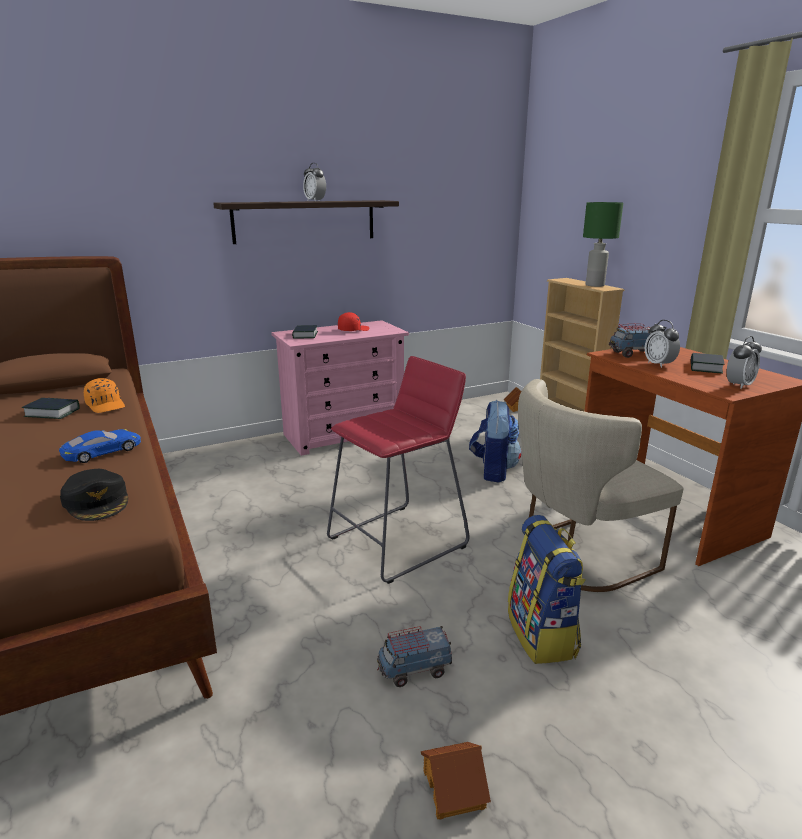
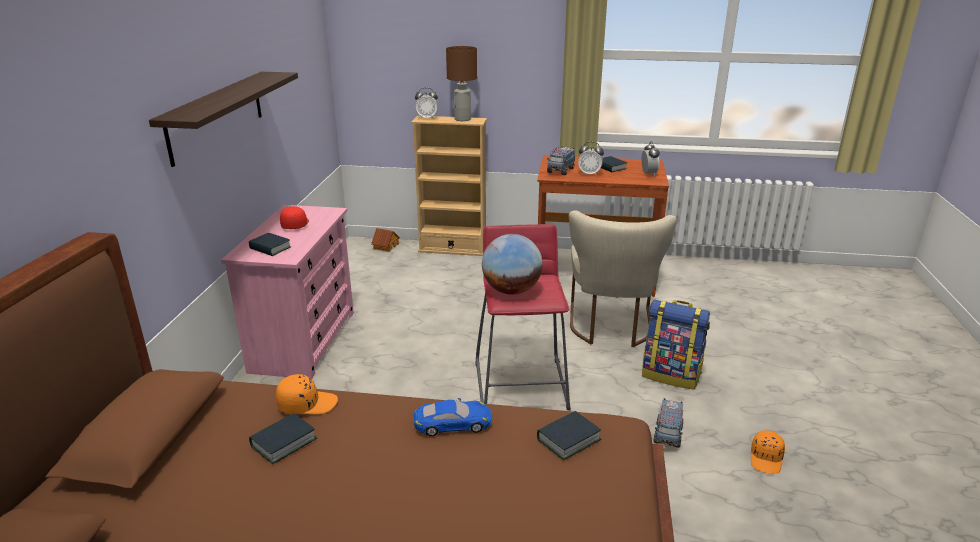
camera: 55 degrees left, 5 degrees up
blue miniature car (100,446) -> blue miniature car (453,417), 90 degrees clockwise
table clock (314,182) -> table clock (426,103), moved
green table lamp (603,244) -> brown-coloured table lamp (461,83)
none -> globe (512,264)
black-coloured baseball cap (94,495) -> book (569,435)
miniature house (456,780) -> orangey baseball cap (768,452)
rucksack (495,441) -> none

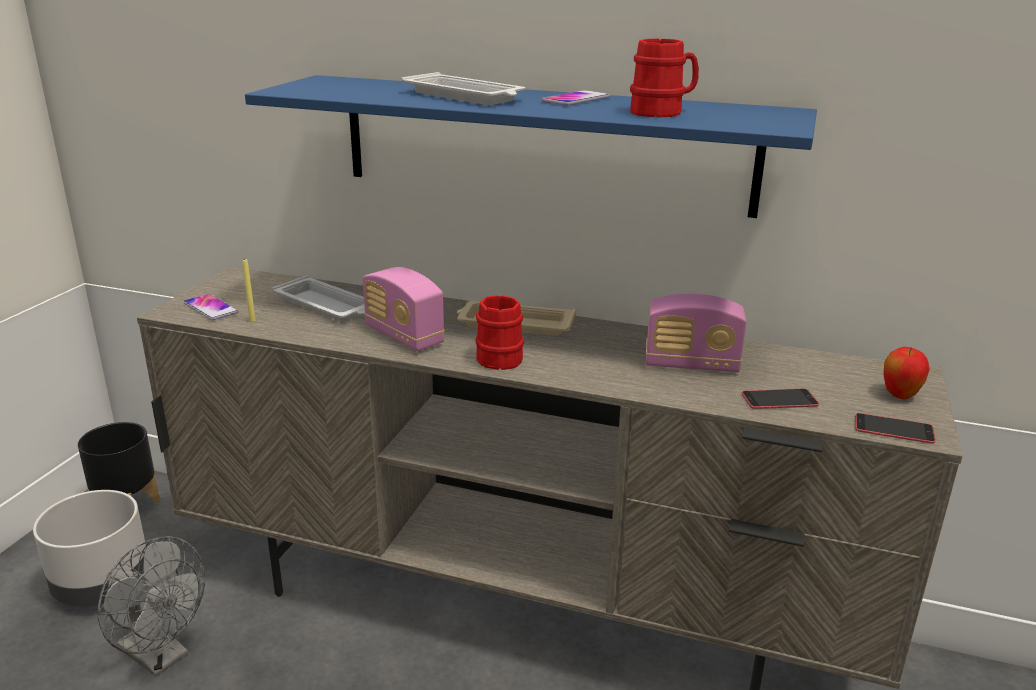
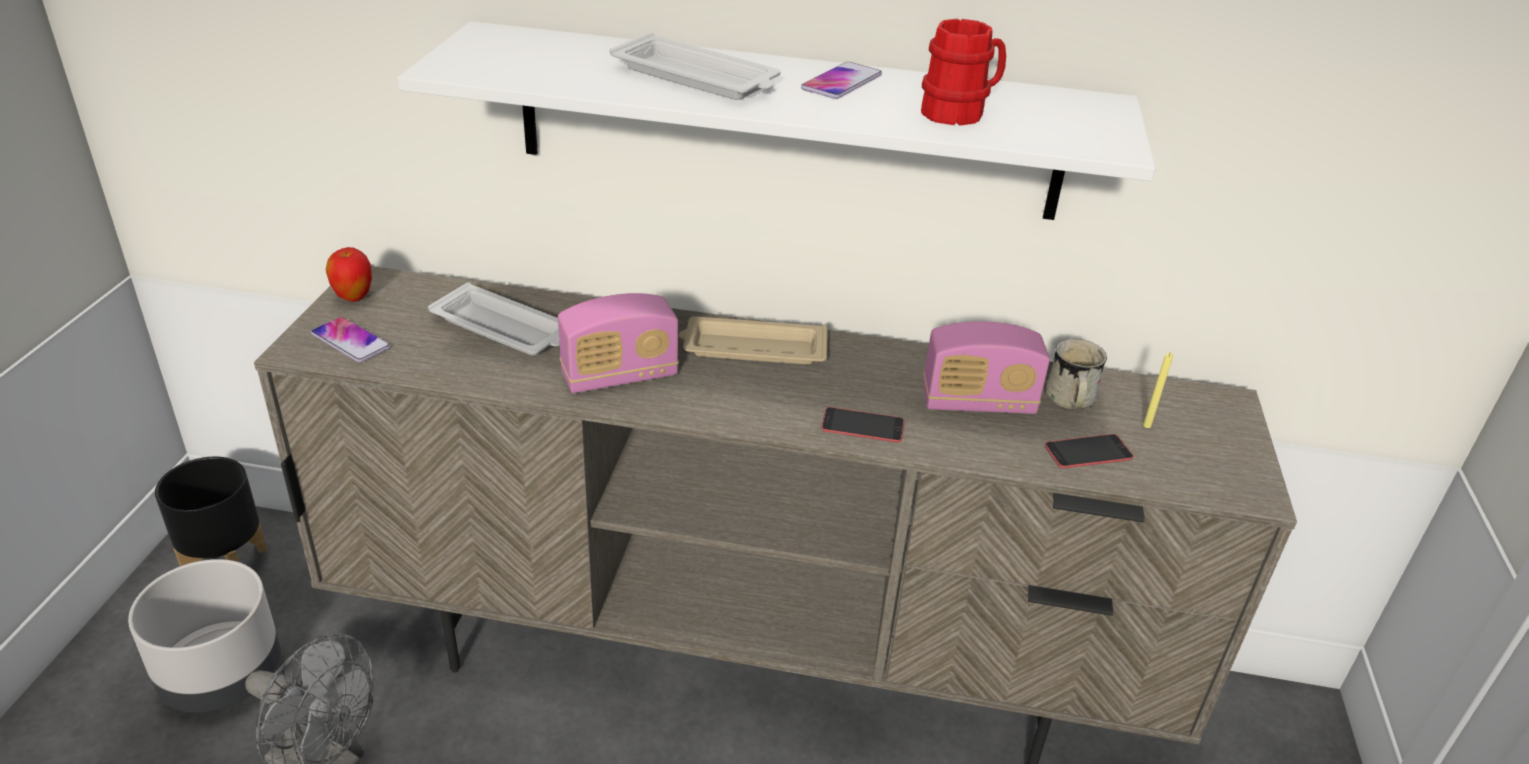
camera: 10 degrees left, 10 degrees up
whole apple (906,373) -> whole apple (349,274), moved
blue wall shelf (531,146) -> whitish wall shelf (776,120)
radio receiver (404,309) -> radio receiver (618,343), 60 degrees counterclockwise
handset (895,428) -> handset (862,424), moved
none -> whitish tea mug (1076,374)
yellow wax candle (249,290) -> yellow wax candle (1158,390), moved
reddish tea mug (499,332) -> none

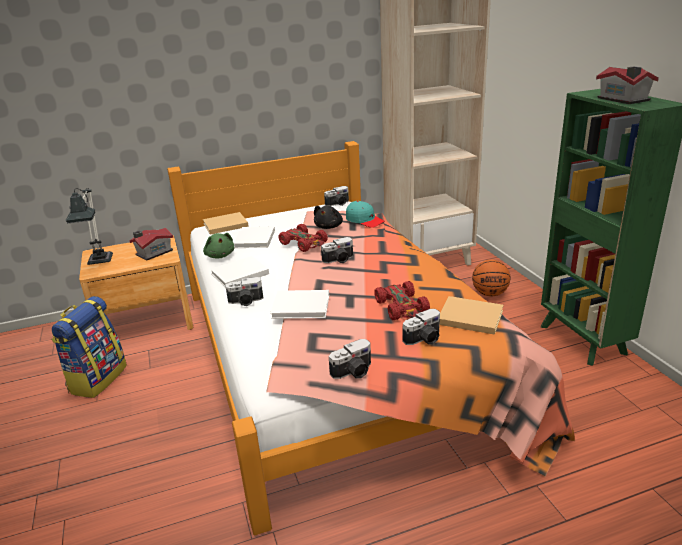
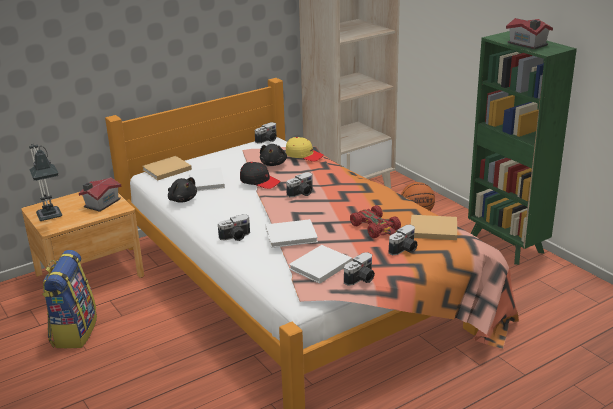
camera: 15 degrees left, 0 degrees up
green soft toy (218,245) -> black-coloured soft toy (182,190)
reddish miniature car (303,238) -> black-coloured baseball cap (260,175)
turquoise-coloured baseball cap (365,214) -> yellow baseball cap (305,149)
whitish book (239,272) -> whitish book (320,264), moved

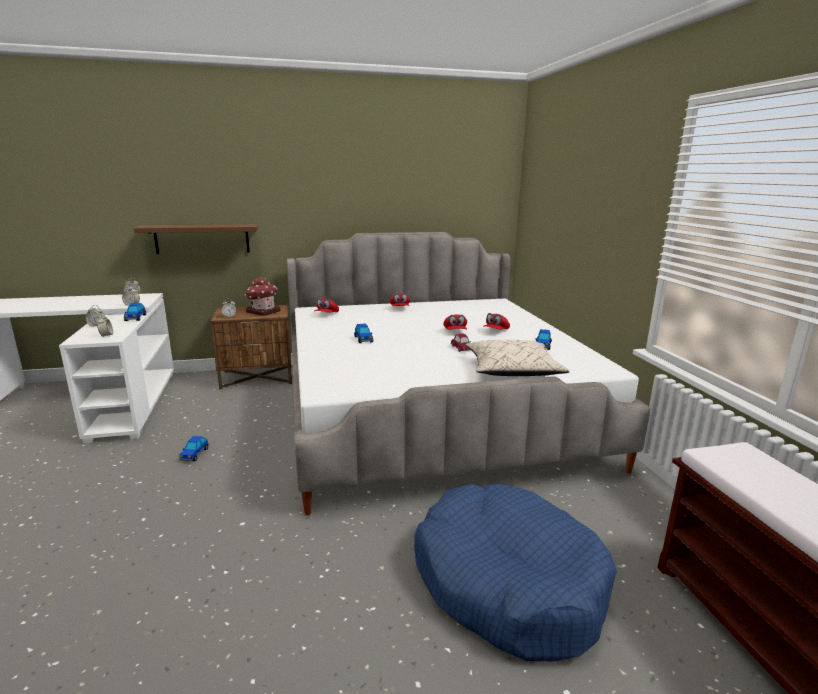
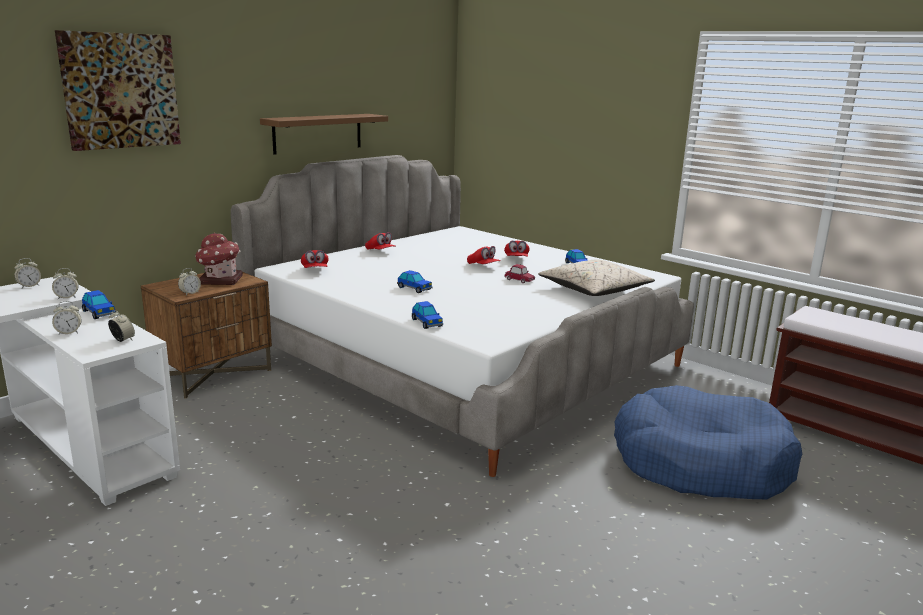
camera: 35 degrees left, 0 degrees up
none -> wall picture (118,90)
brown-coloured wall shelf (196,239) -> brown-coloured wall shelf (324,134), moved
miniature car (194,448) -> miniature car (427,315), moved

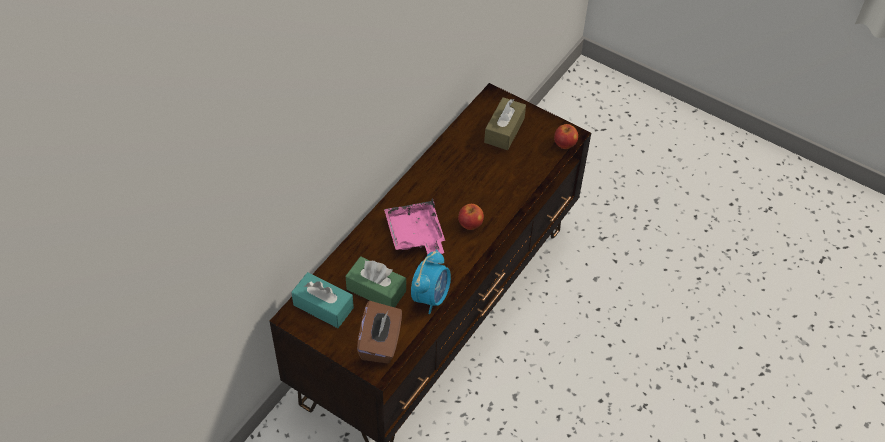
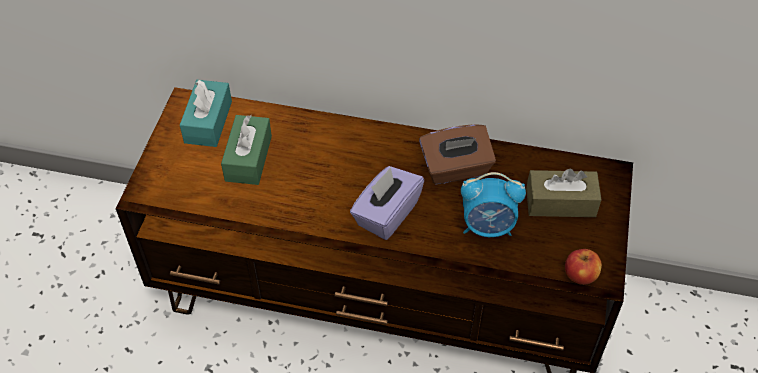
camera: 70 degrees right, 0 degrees up
whole apple (471,217) -> purple-coloured tissue holder (387,203)
brown-coloured tissue holder (379,332) -> brown-coloured tissue holder (457,154), moved
table clock (431,282) -> table clock (493,204), moved
pink tray (414,226) -> none

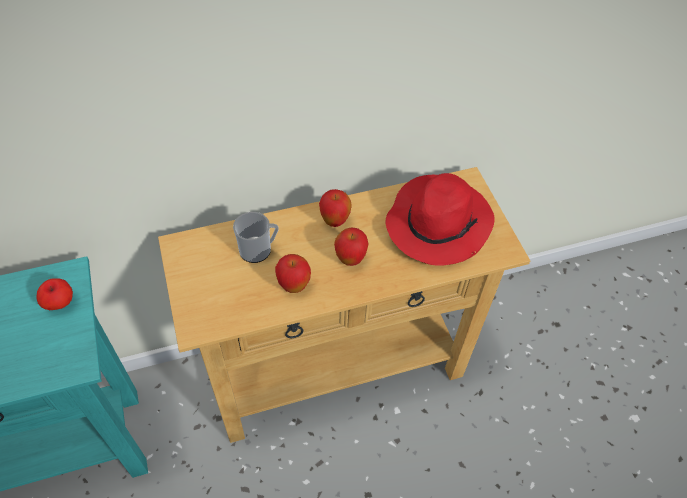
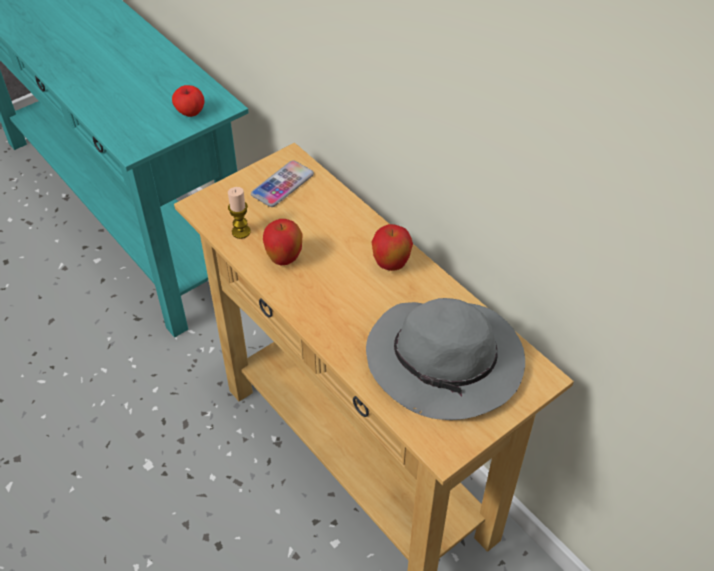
camera: 70 degrees right, 5 degrees down
none -> wax candle (239,213)
none -> handset (282,184)
reddish hat (440,219) -> gray hat (445,359)
tea mug (256,237) -> none
whole apple (351,247) -> none

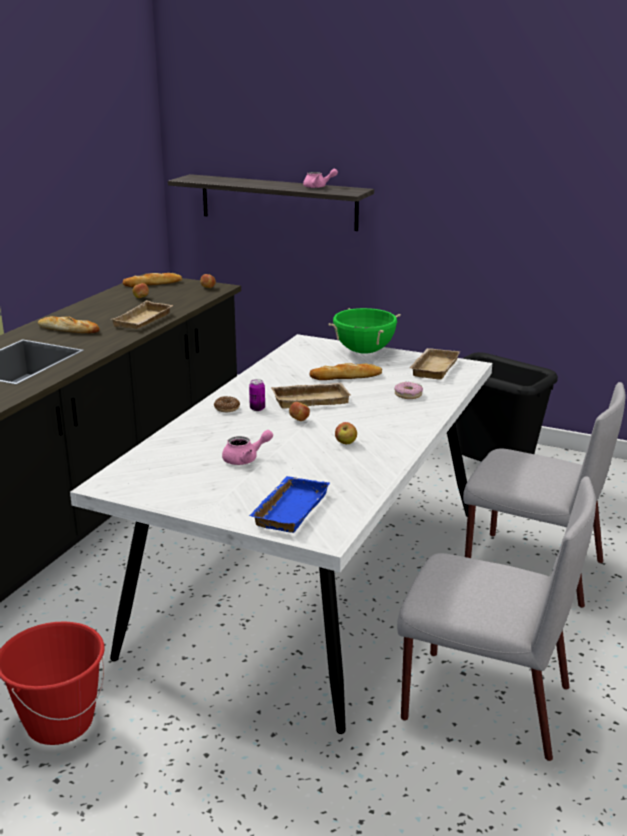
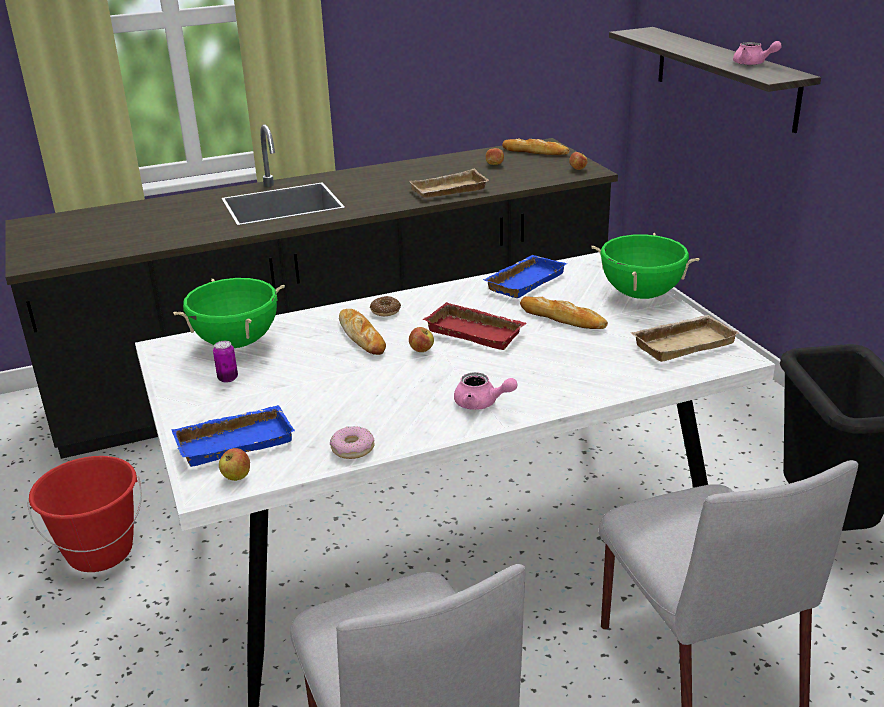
camera: 45 degrees right, 5 degrees up
none -> green stockpot (229,313)
sealed can (257,395) -> sealed can (225,362), moved
whole apple (346,433) -> whole apple (234,464), moved
doughnut (408,390) -> doughnut (352,442), moved
bakery bread (69,324) -> bakery bread (362,332), moved
sand-coloured tray (311,396) -> reddish tray (474,326)
pink teapot (247,447) -> pink teapot (485,391), moved
none -> blue tray (525,276)

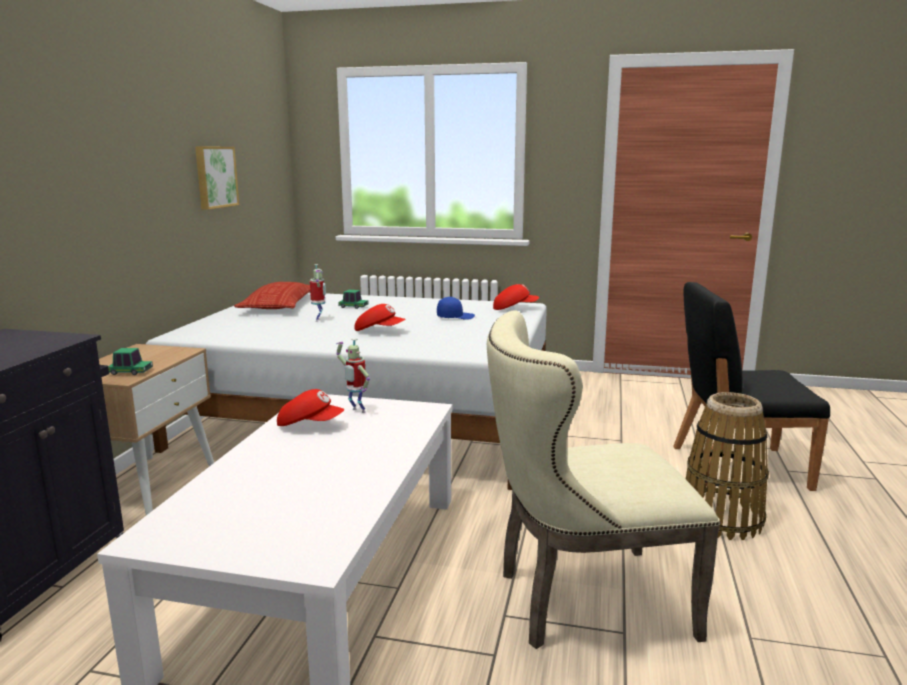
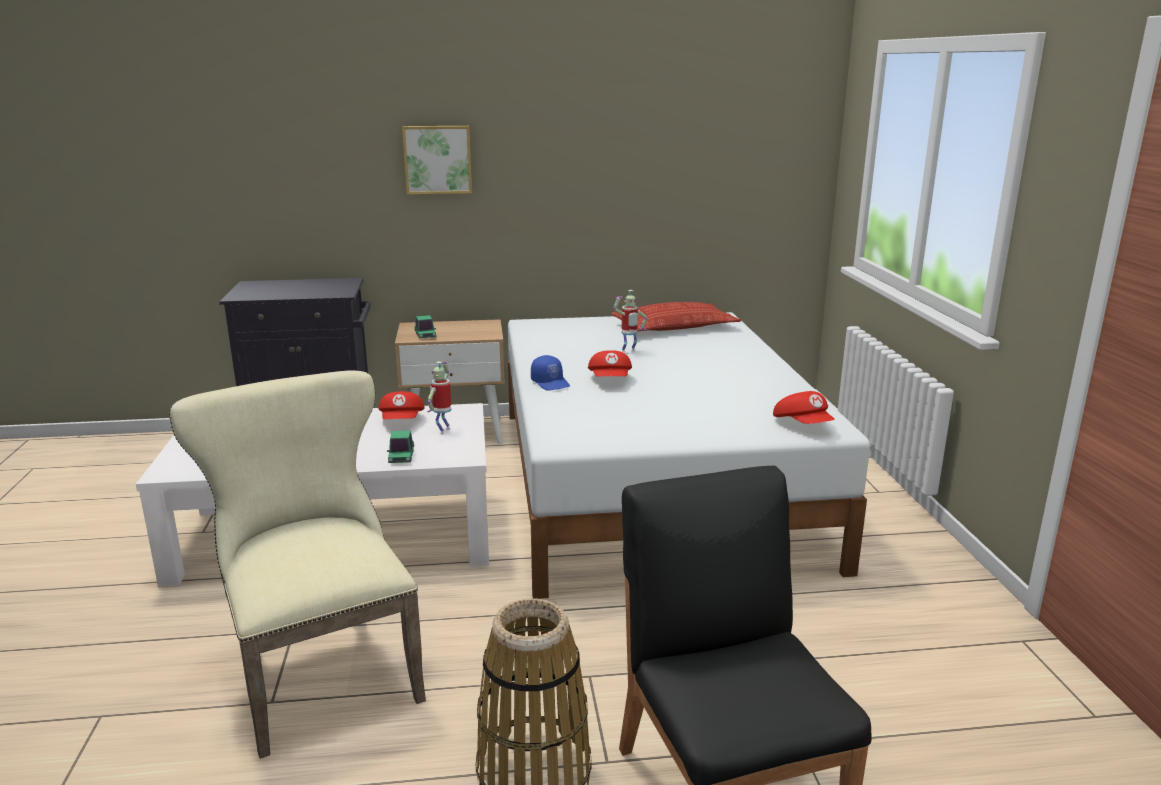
camera: 70 degrees right, 5 degrees up
miniature car (353,299) -> miniature car (400,446), moved
wall picture (217,178) -> wall picture (437,160), moved
blue baseball cap (456,308) -> blue baseball cap (550,373), moved

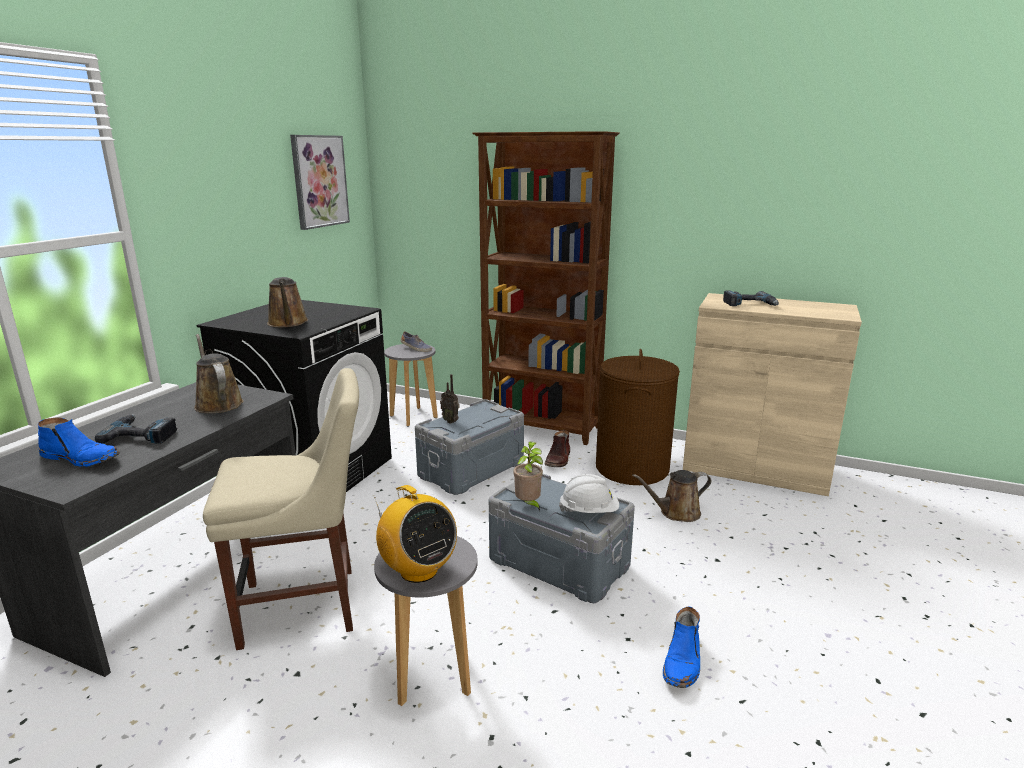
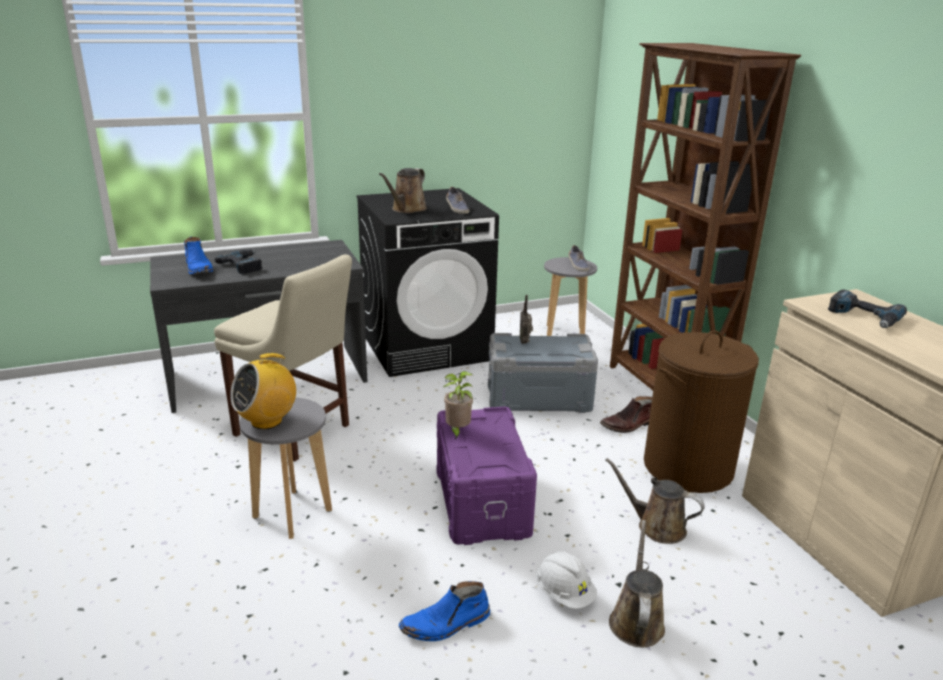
camera: 45 degrees right, 5 degrees up
radio receiver (415,534) -> radio receiver (263,391), 45 degrees clockwise
gray storage bin (562,538) -> purple-coloured storage bin (487,476)
none -> item of footwear (457,200)
whitish safety helmet (589,493) -> whitish safety helmet (566,580), moved
brown-coloured sprinkling can (219,373) -> brown-coloured sprinkling can (637,583), moved
wall picture (320,182) -> none

